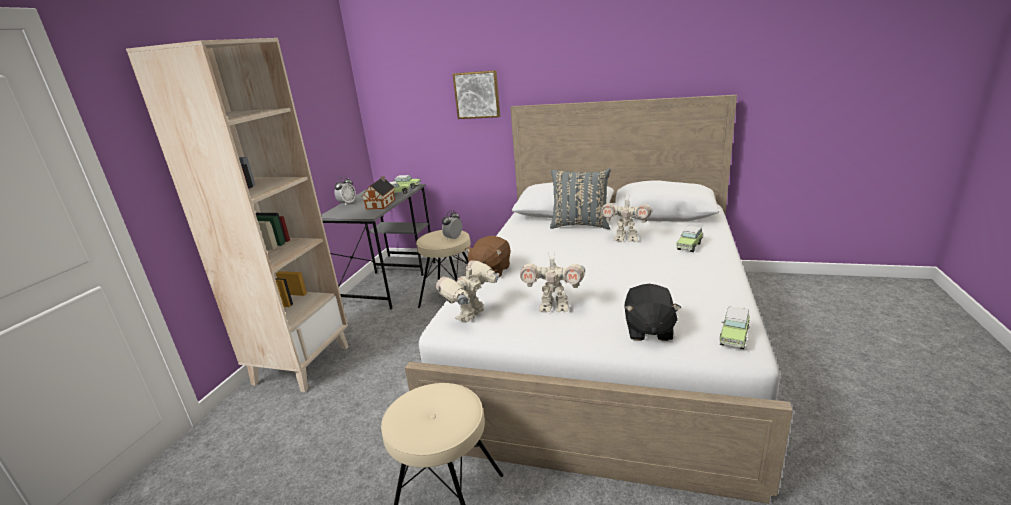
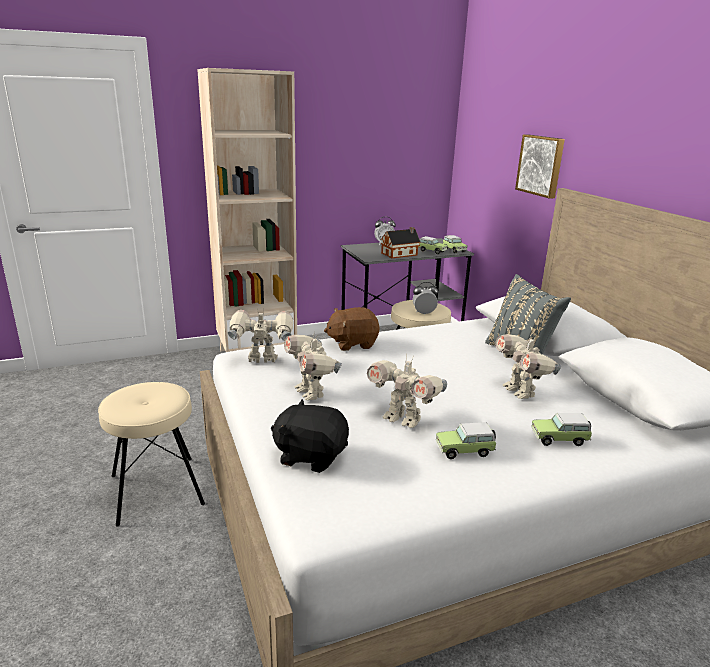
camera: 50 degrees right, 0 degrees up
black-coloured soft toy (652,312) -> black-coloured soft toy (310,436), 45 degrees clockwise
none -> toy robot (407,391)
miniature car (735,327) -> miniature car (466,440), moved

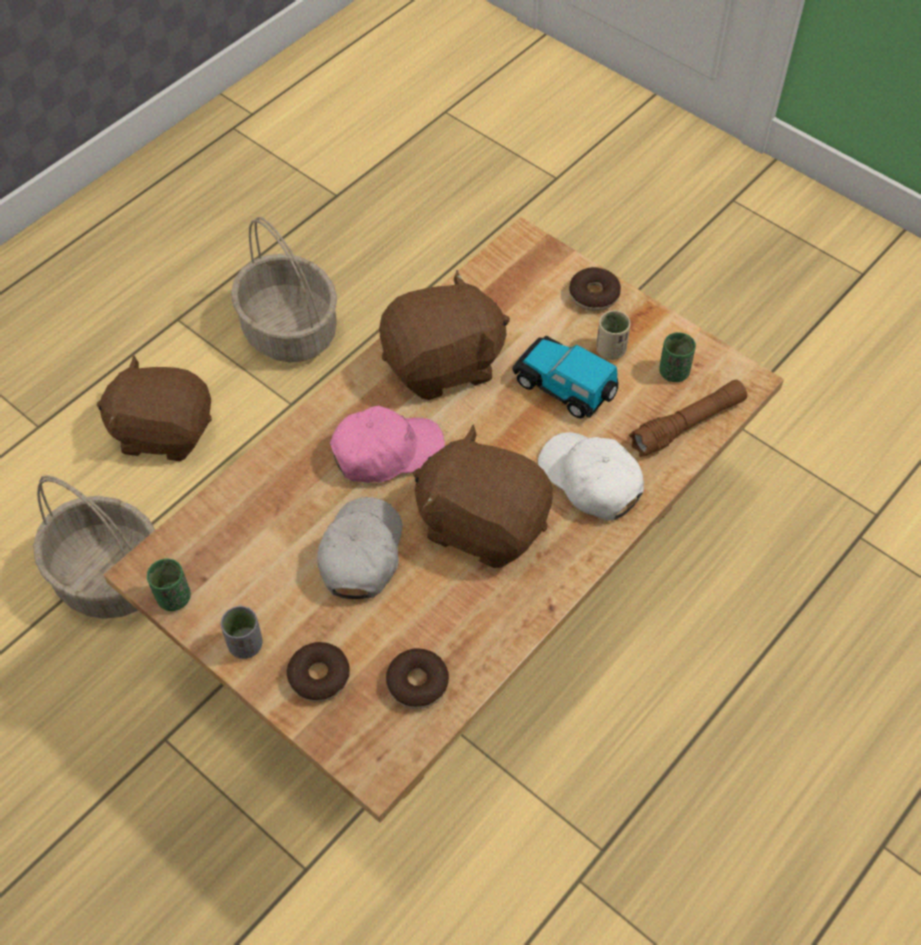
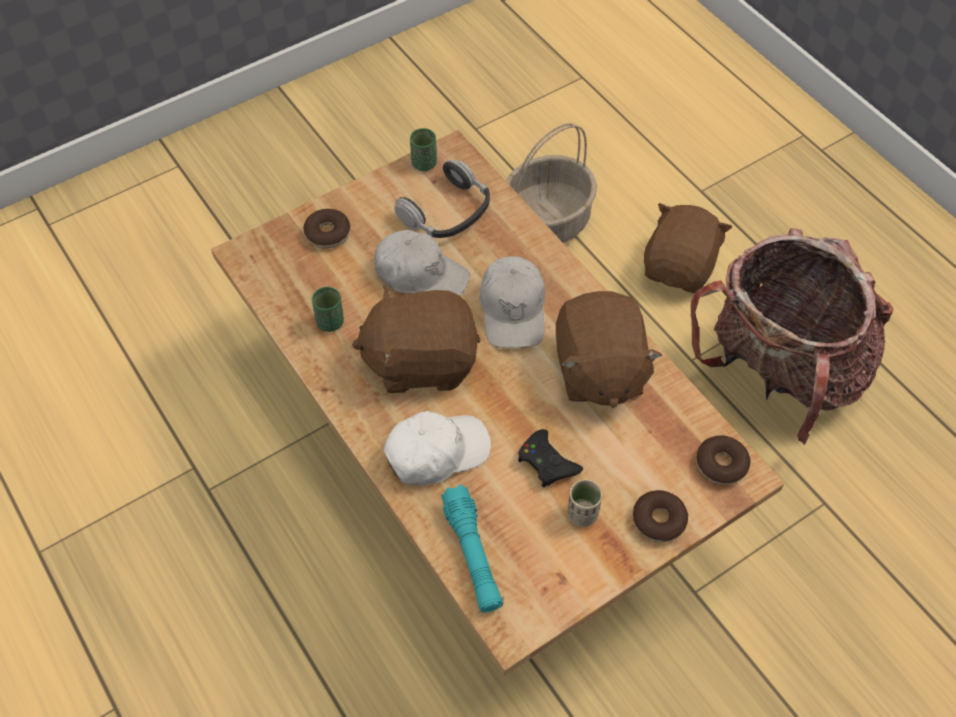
camera: 105 degrees right, 0 degrees up
green cup (677,357) -> green cup (328,309), moved
brown-coloured soft toy (483,496) -> brown-coloured soft toy (416,339), 135 degrees counterclockwise
none -> headphones (442,199)
brown-coloured hand torch (688,418) -> turquoise-coloured hand torch (472,548)
pink baseball cap (387,444) -> whitish baseball cap (512,302)
miniature car (565,377) -> black-coloured gamepad (550,458)
basket (284,289) -> rucksack (792,336)
doughnut (417,678) -> doughnut (723,460), moved
gray cup (242,632) -> none

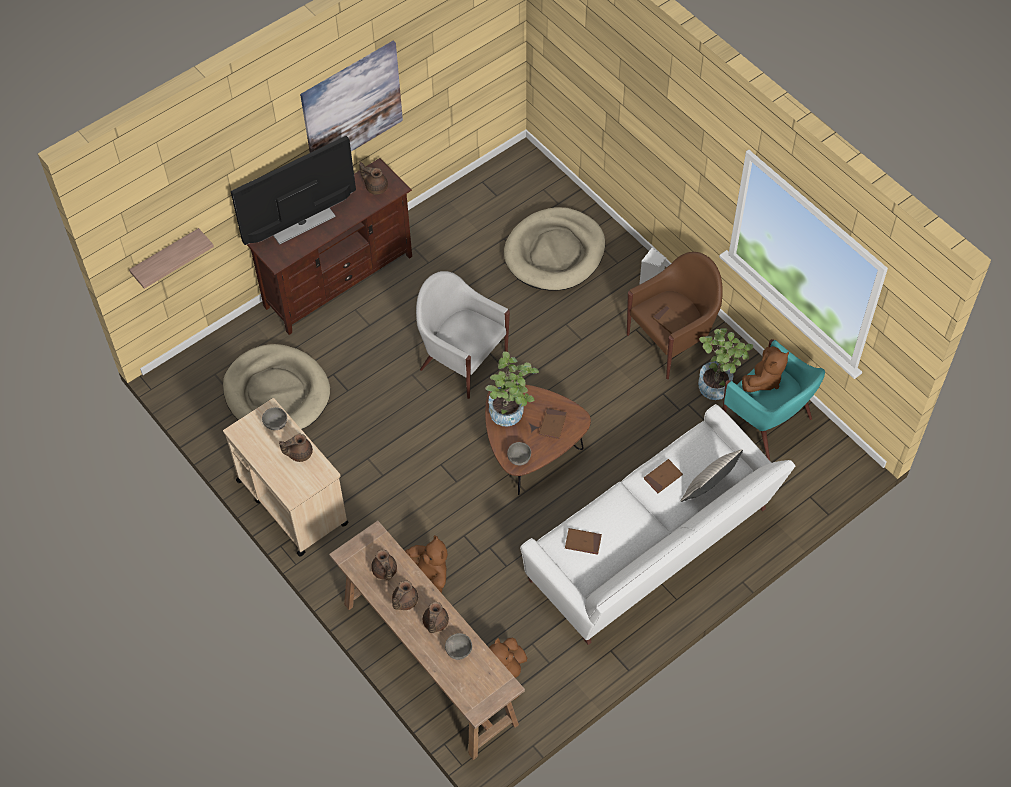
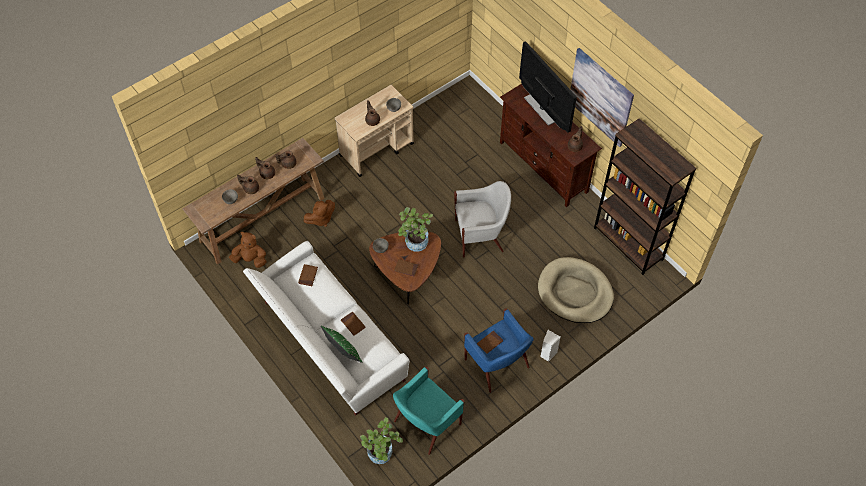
camera: 90 degrees right, 0 degrees up
sand-coloured pillow (712,475) -> green pillow (341,344)
potted plant (725,364) -> potted plant (381,440), moved
whitish easy chair (463,335) -> whitish easy chair (482,219), 45 degrees clockwise
brown-coloured easy chair (675,315) -> blue easy chair (499,351)
none -> brown-coloured shelving unit (645,196)
wall shelf (171,258) -> none
sand-coloured dog bed (276,387) -> none
brown-coloured soft toy (765,369) -> none

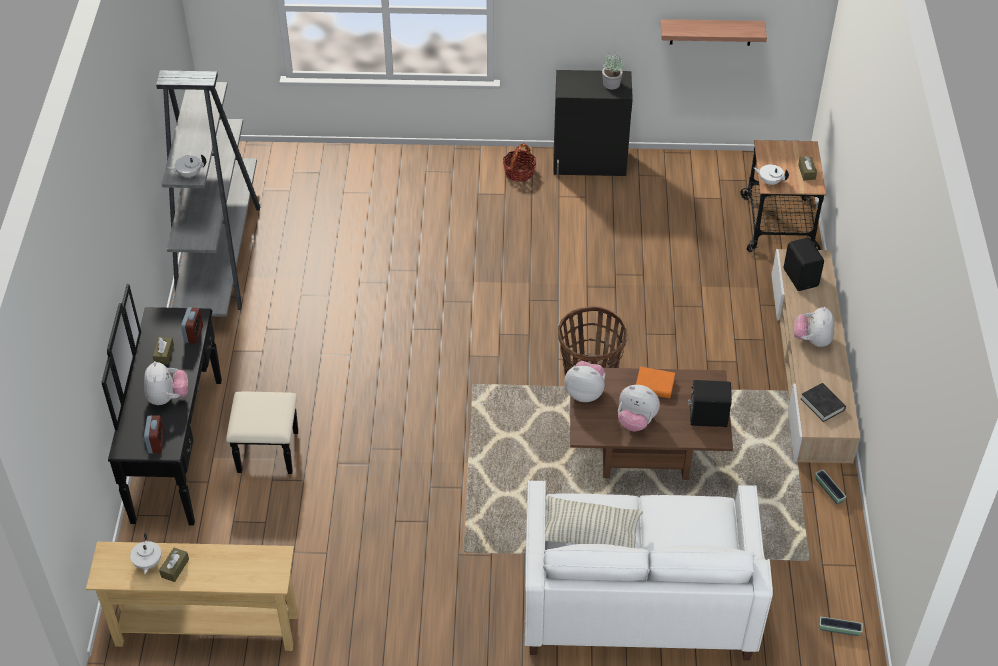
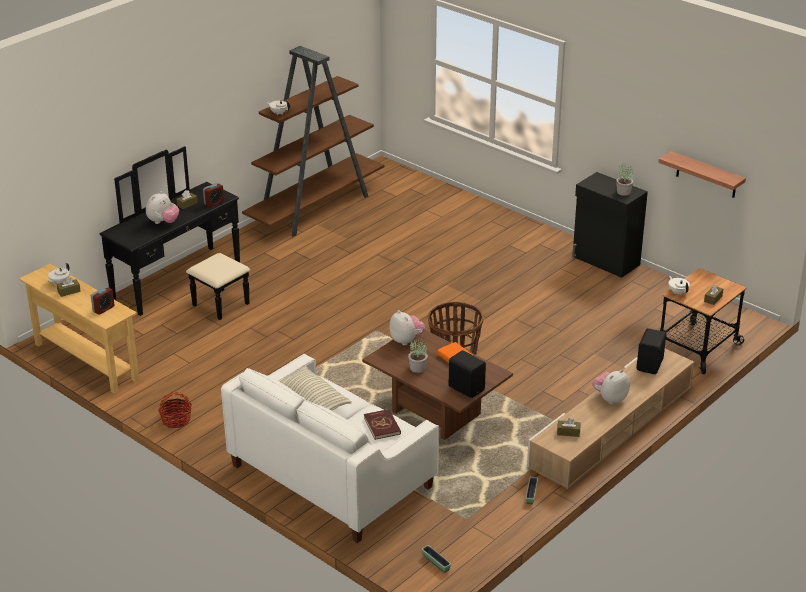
camera: 40 degrees right, 15 degrees down
table clock (154,434) -> table clock (102,300), moved
basket (519,162) -> basket (175,410), moved
gray shelving unit (208,193) -> brown-coloured shelving unit (313,141)
none -> reddish book (382,424)
soft toy (639,408) -> potted plant (418,355)
black-coloured book (823,402) -> brown-coloured tissue holder (568,427)

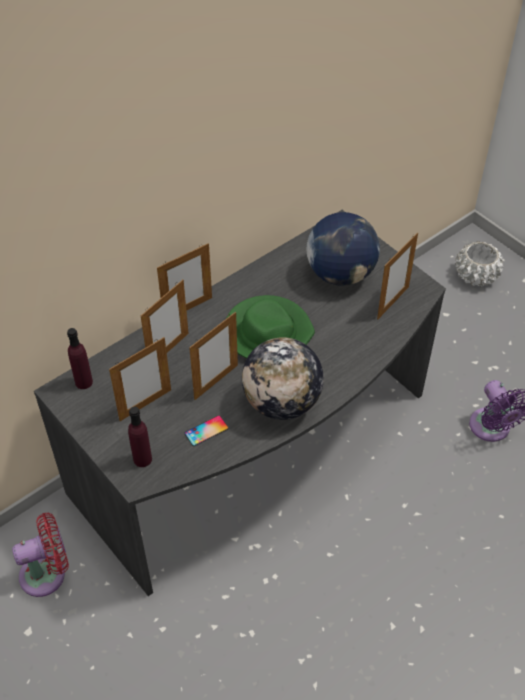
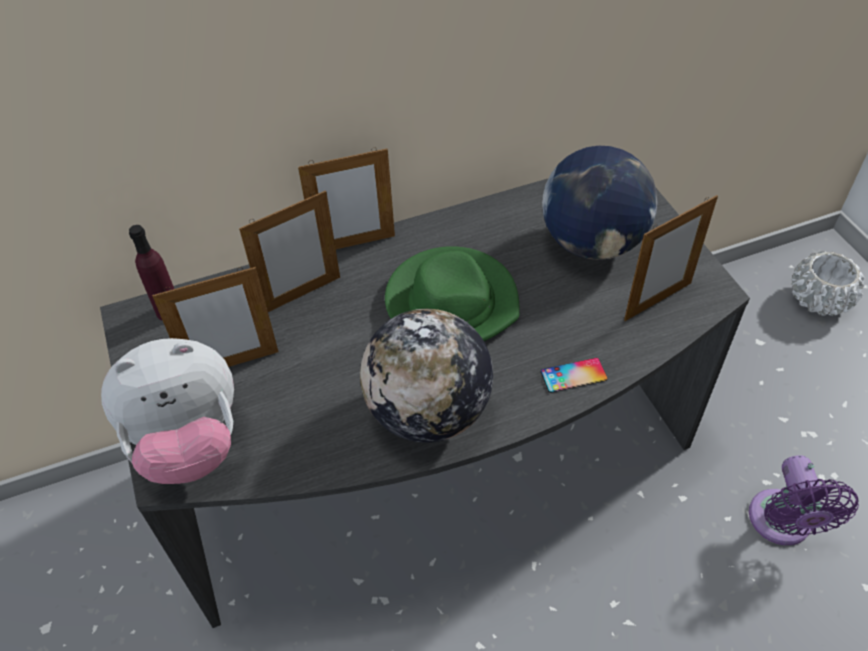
camera: 20 degrees right, 0 degrees up
purple-coloured beverage bottle (140,437) -> soft toy (167,411)
handset (206,430) -> handset (574,375), moved
reddish fan (40,555) -> none
standing frame (213,356) -> none

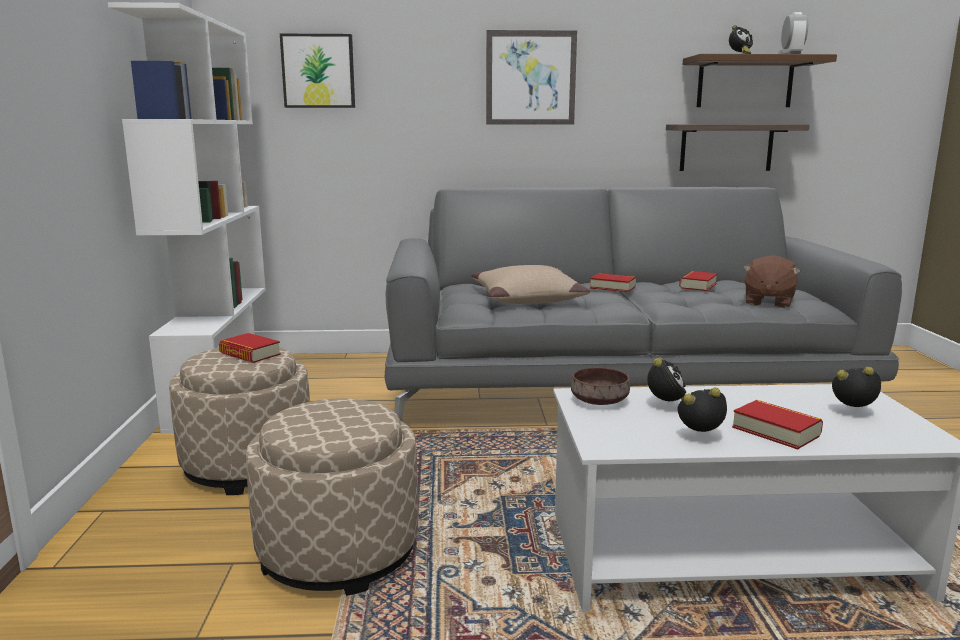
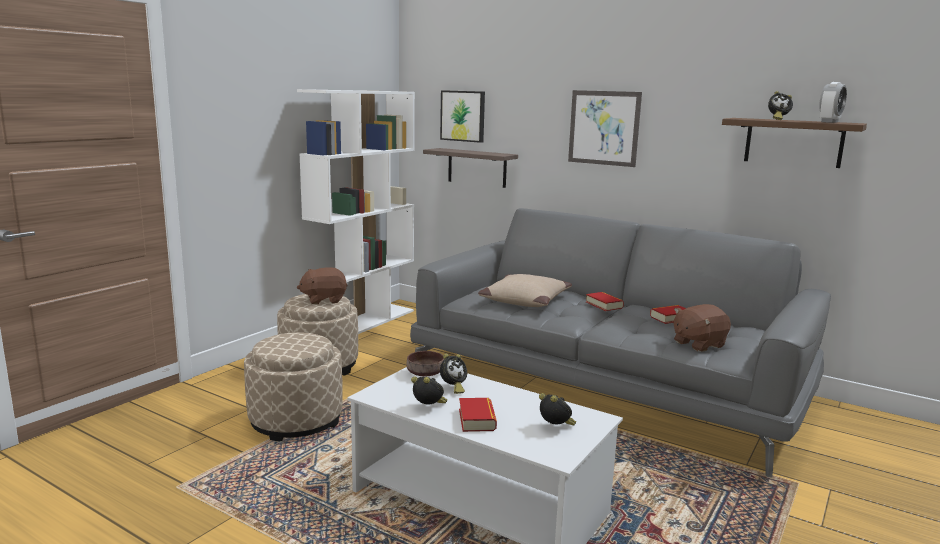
camera: 35 degrees right, 0 degrees up
book (250,348) -> brown-coloured soft toy (322,285)
wall shelf (737,147) -> wall shelf (470,168), moved

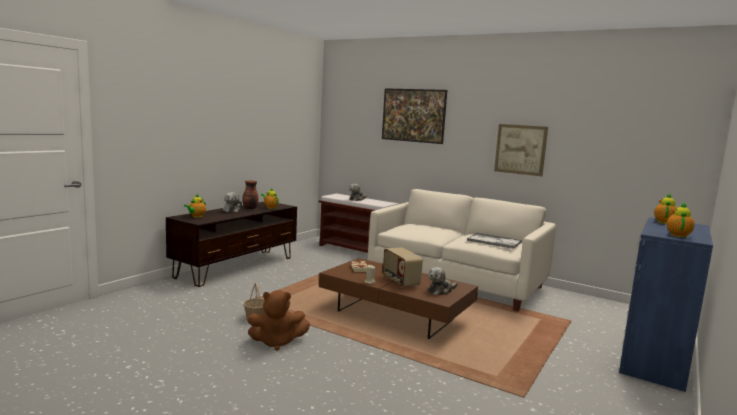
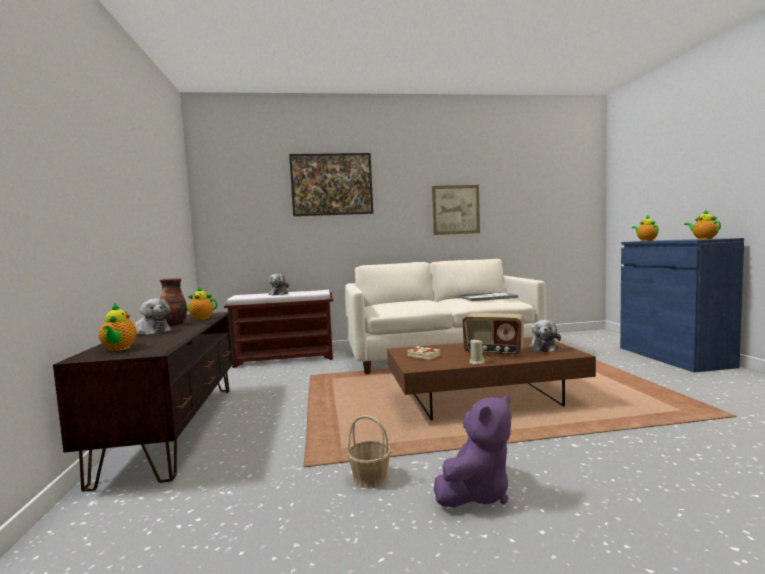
camera: 40 degrees left, 5 degrees down
brown-coloured soft toy (278,320) -> purple-coloured soft toy (472,451)

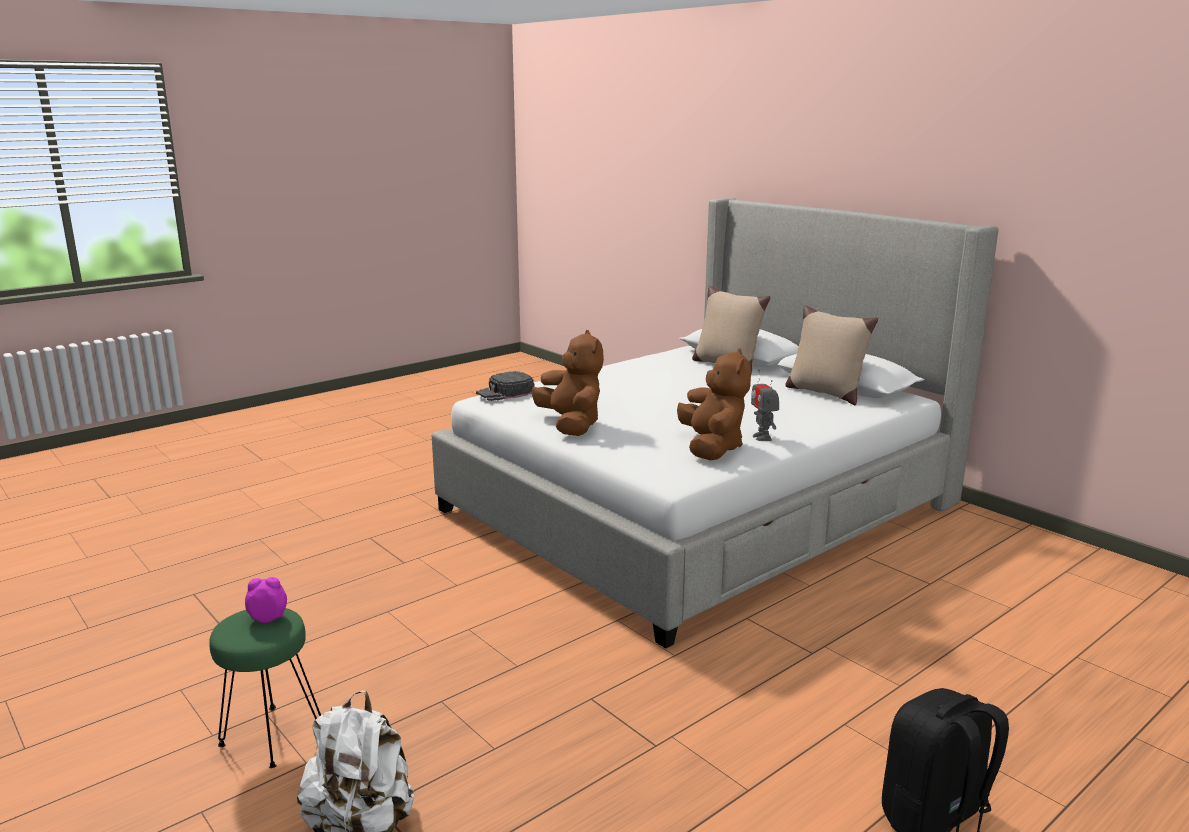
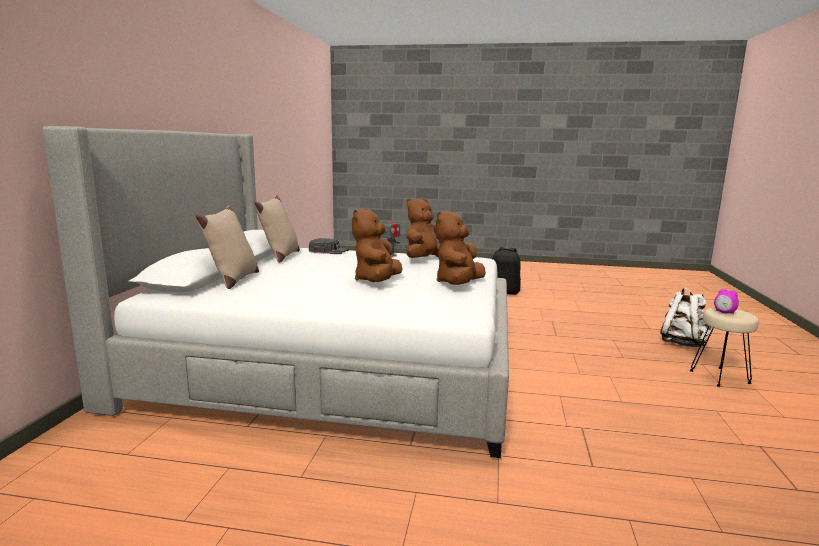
camera: 130 degrees left, 5 degrees down
black-coloured baseball cap (505,386) -> black-coloured baseball cap (329,246), moved
none -> brown-coloured soft toy (377,245)
green stool seat (265,688) -> sand-coloured stool seat (724,347)

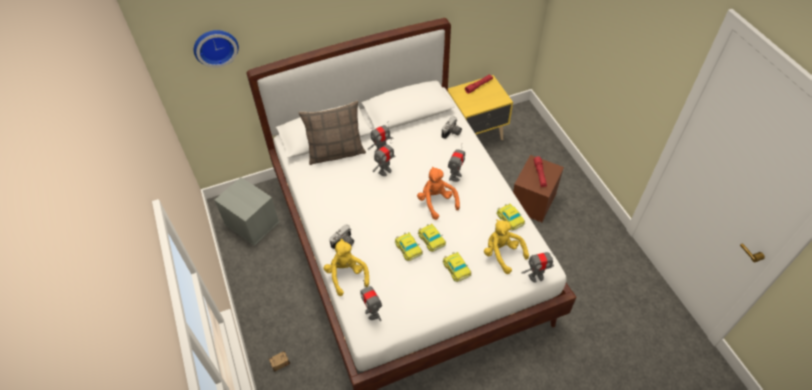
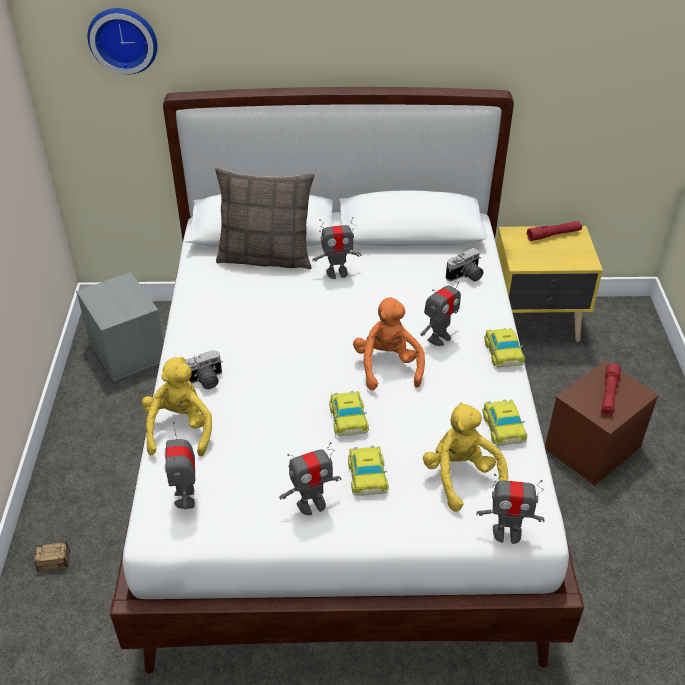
camera: 20 degrees right, 10 degrees down
toy robot (384,160) -> toy robot (310,478), moved
miniature car (409,246) -> miniature car (504,347), moved

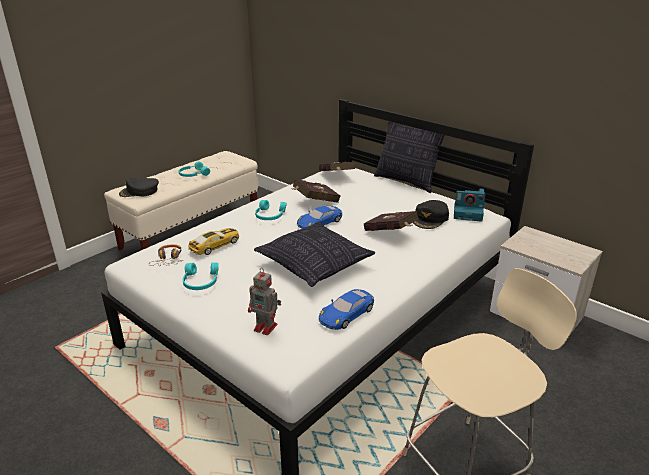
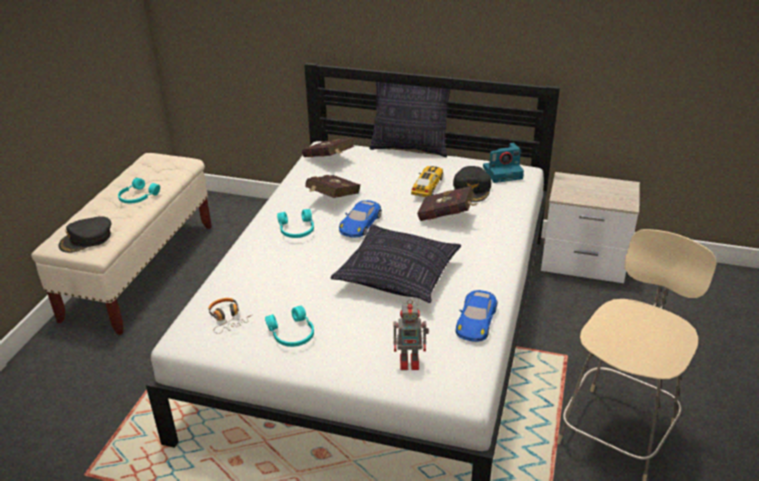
camera: 25 degrees left, 5 degrees up
miniature car (213,241) -> miniature car (427,181), moved

